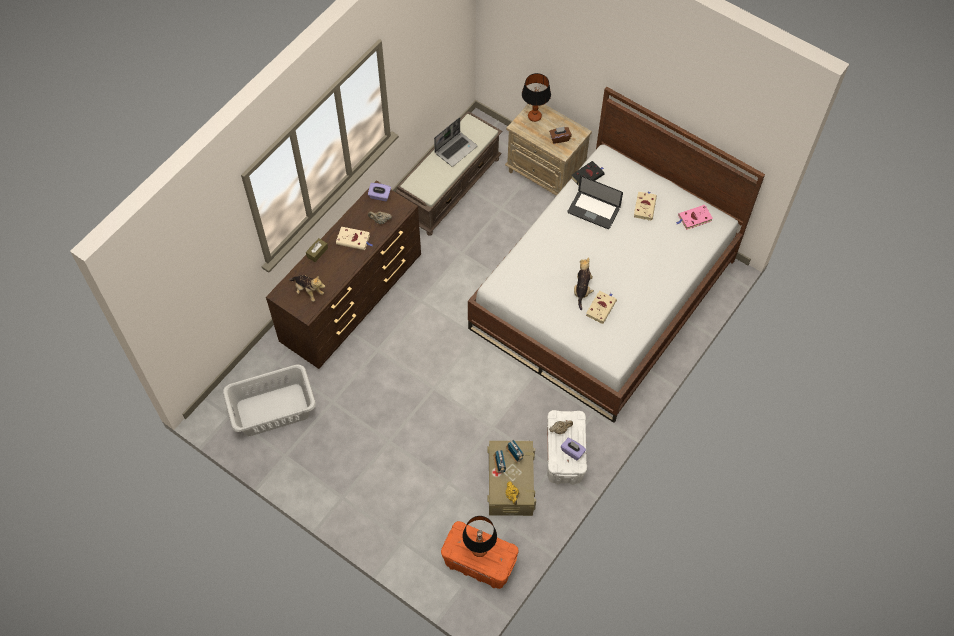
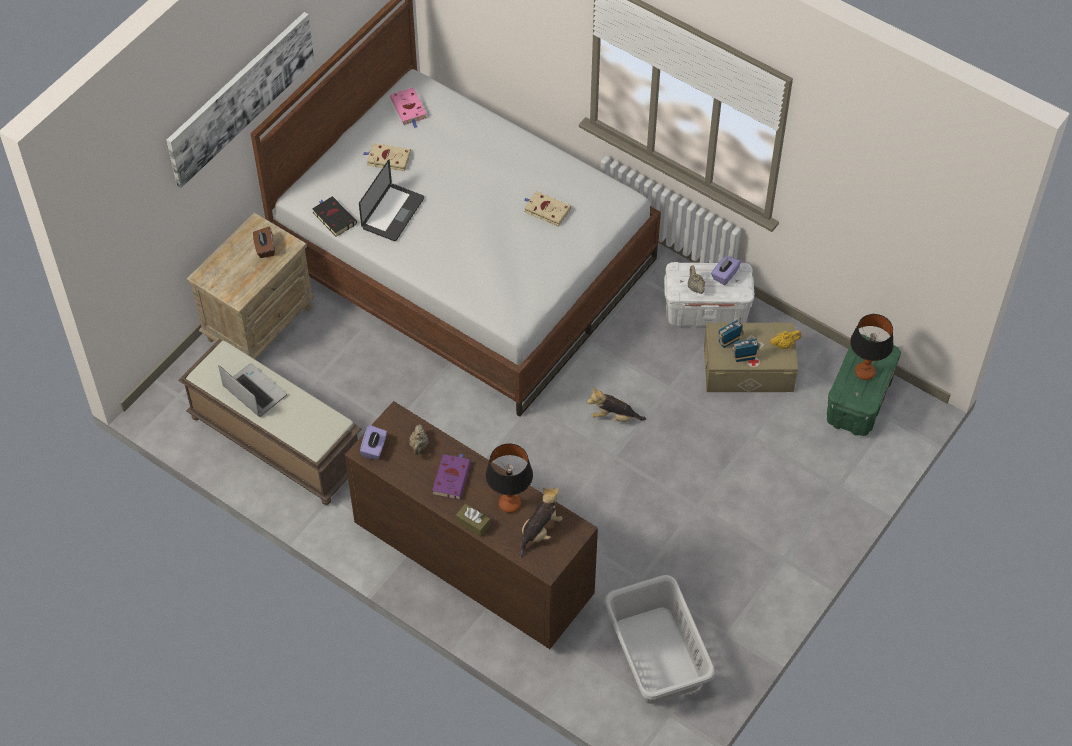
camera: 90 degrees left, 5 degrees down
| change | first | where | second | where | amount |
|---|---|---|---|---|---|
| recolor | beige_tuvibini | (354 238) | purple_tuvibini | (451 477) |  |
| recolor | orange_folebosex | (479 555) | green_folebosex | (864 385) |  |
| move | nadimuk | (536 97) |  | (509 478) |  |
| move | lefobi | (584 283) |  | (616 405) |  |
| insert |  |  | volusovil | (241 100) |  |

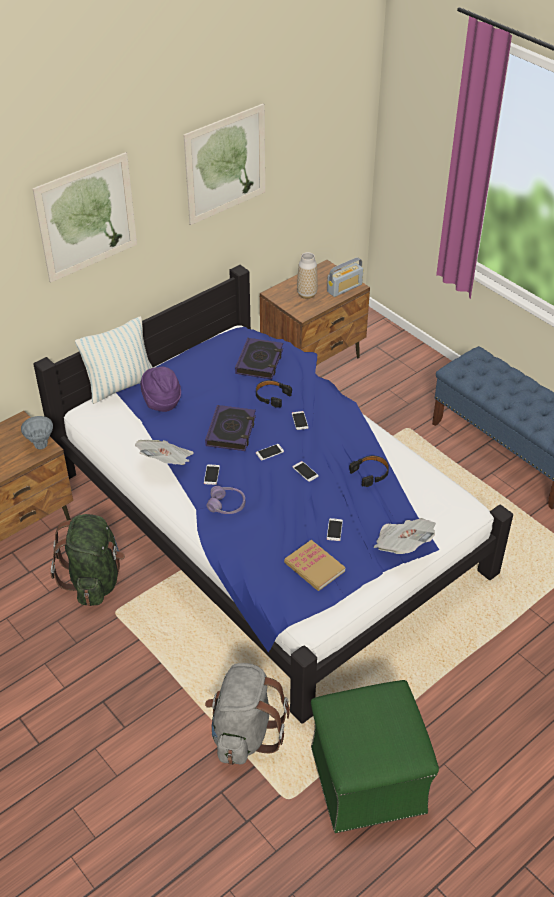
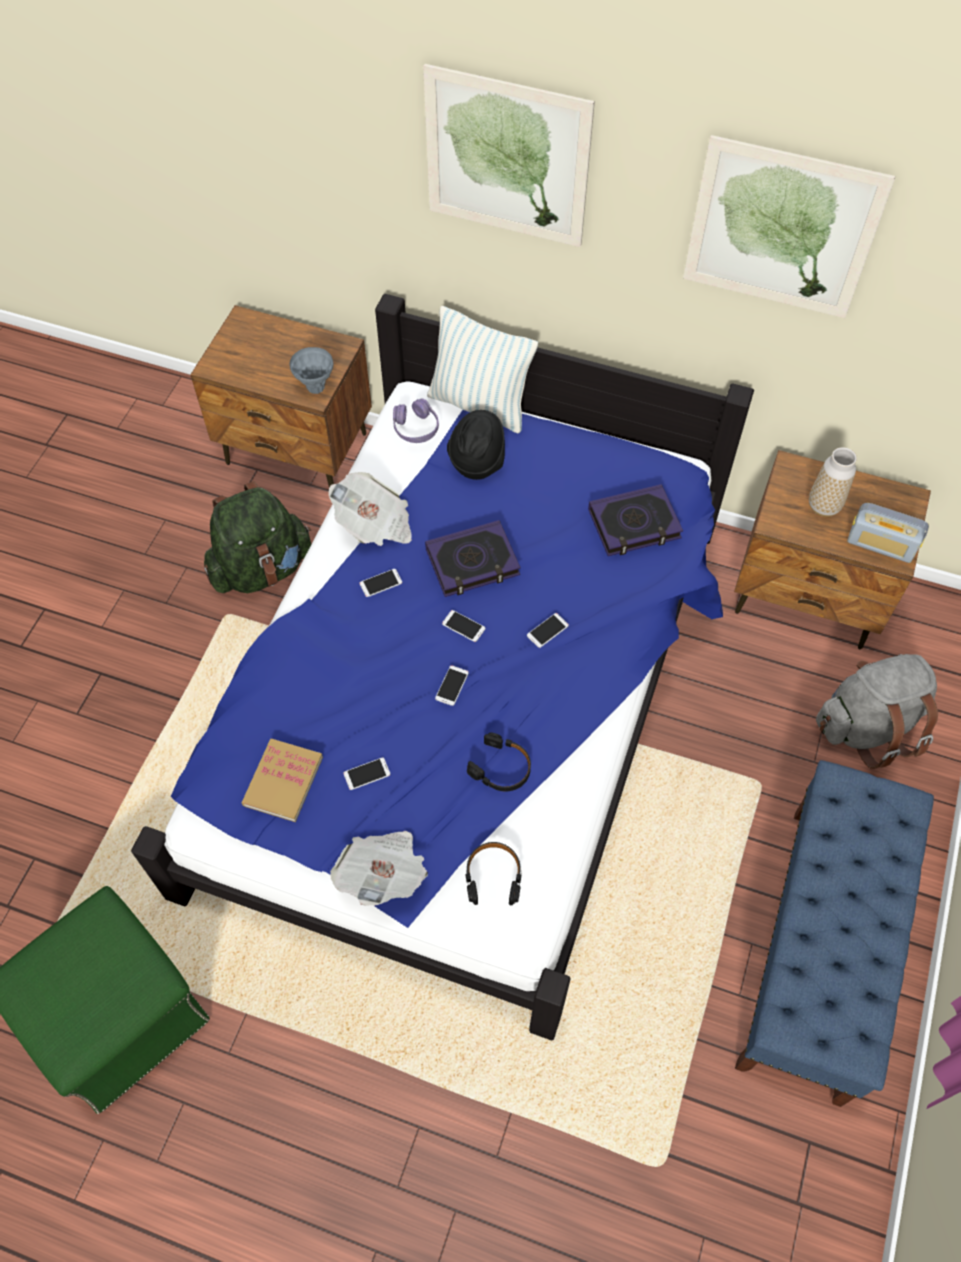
camera: 60 degrees right, 15 degrees up
| change | first | where | second | where | amount |
|---|---|---|---|---|---|
| recolor | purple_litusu | (160 389) | black_litusu | (476 445) |  |
| move | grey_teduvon | (247 714) |  | (877 711) |  |
| move | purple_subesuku | (226 500) |  | (416 420) |  |
| move | black_subesuku | (274 394) |  | (494 873) |  |

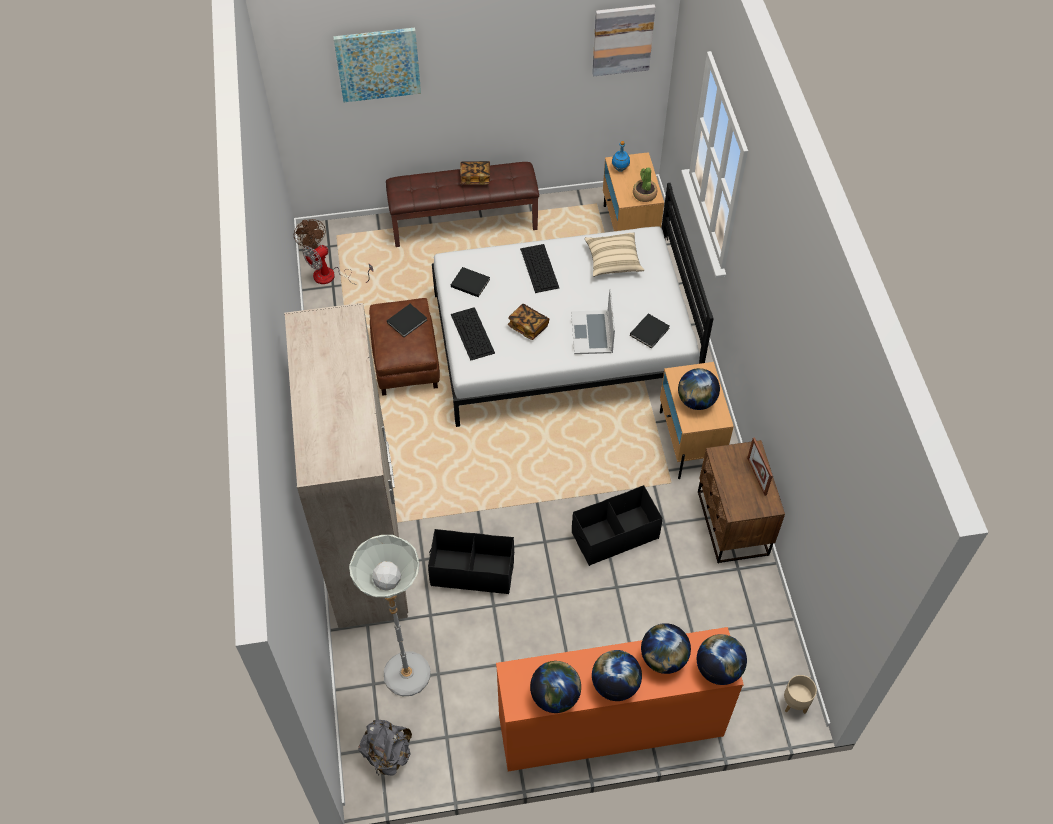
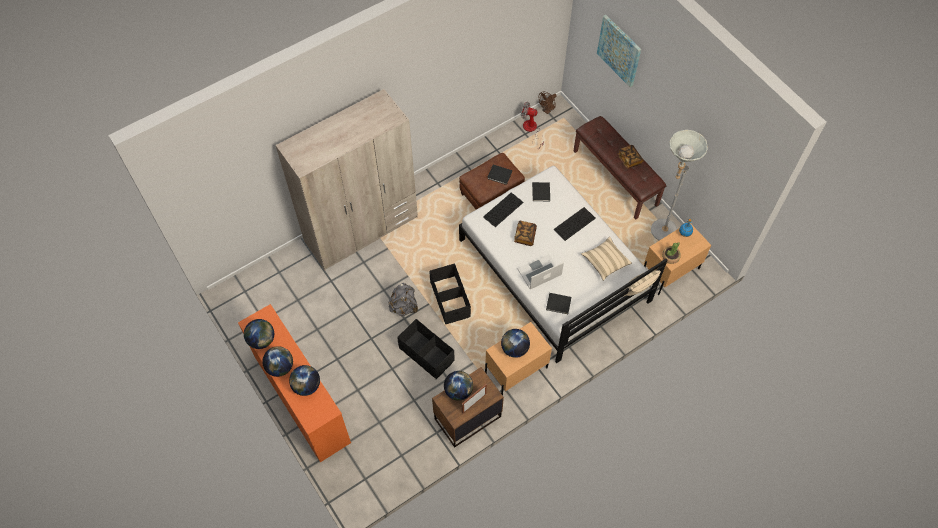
camera: 65 degrees right, 5 degrees up
| change | first | where | second | where | amount |
|---|---|---|---|---|---|
| move | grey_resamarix | (389 615) |  | (679 185) |  |
| move | grey_teduvon | (385 748) |  | (403 299) |  |
| move | black_folebosex | (471 562) |  | (450 293) |  |
| delete | volusovil | (624 40) |  |  |  |
| move | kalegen | (722 659) |  | (458 386) |  |
| delete | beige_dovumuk | (800 694) |  |  |  |
| insert |  |  | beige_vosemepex | (640 283) |  |

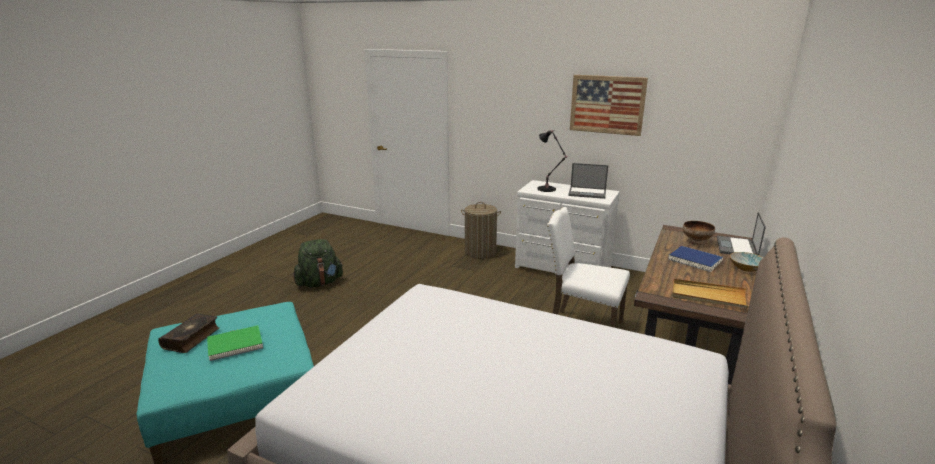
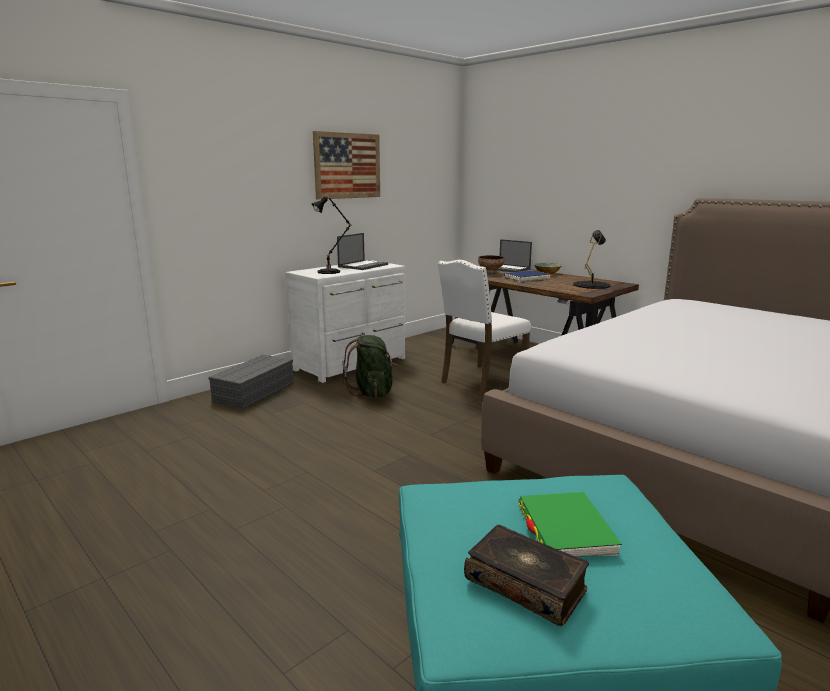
camera: 70 degrees left, 5 degrees down
| change | first | where | second | where | amount |
|---|---|---|---|---|---|
| move | green_teduvon | (318 263) |  | (370 366) |  |
| replace | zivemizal | (481 230) | grey_folebosex | (251 382) |  |
| replace | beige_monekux | (710 293) | black_nadimuk | (591 259) |  |

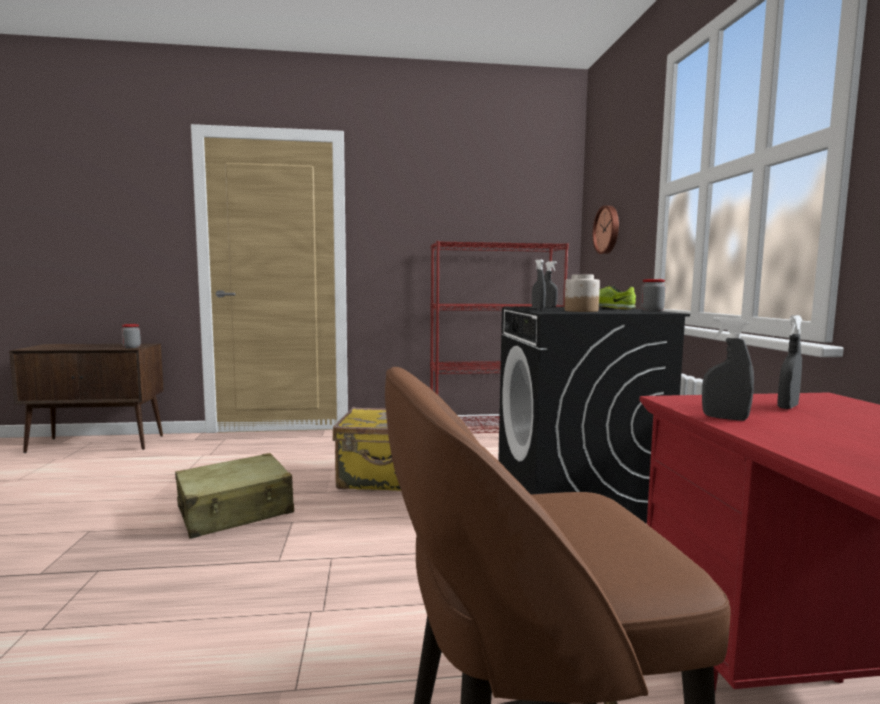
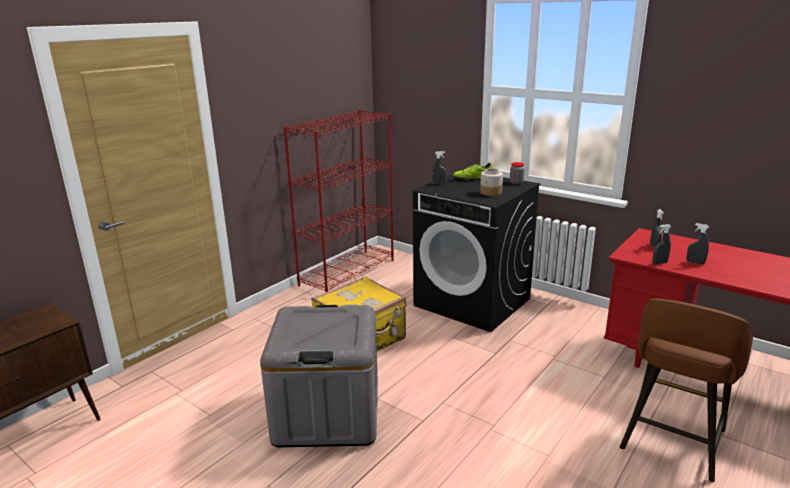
camera: 45 degrees left, 15 degrees up
| change | first | where | second | where | amount |
|---|---|---|---|---|---|
| delete | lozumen | (131 336) |  |  |  |
| replace | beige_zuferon | (234 496) | grey_folebosex | (319 376) |  |
| move | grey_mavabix | (539 284) |  | (698 244) |  |
| delete | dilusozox | (606 229) |  |  |  |

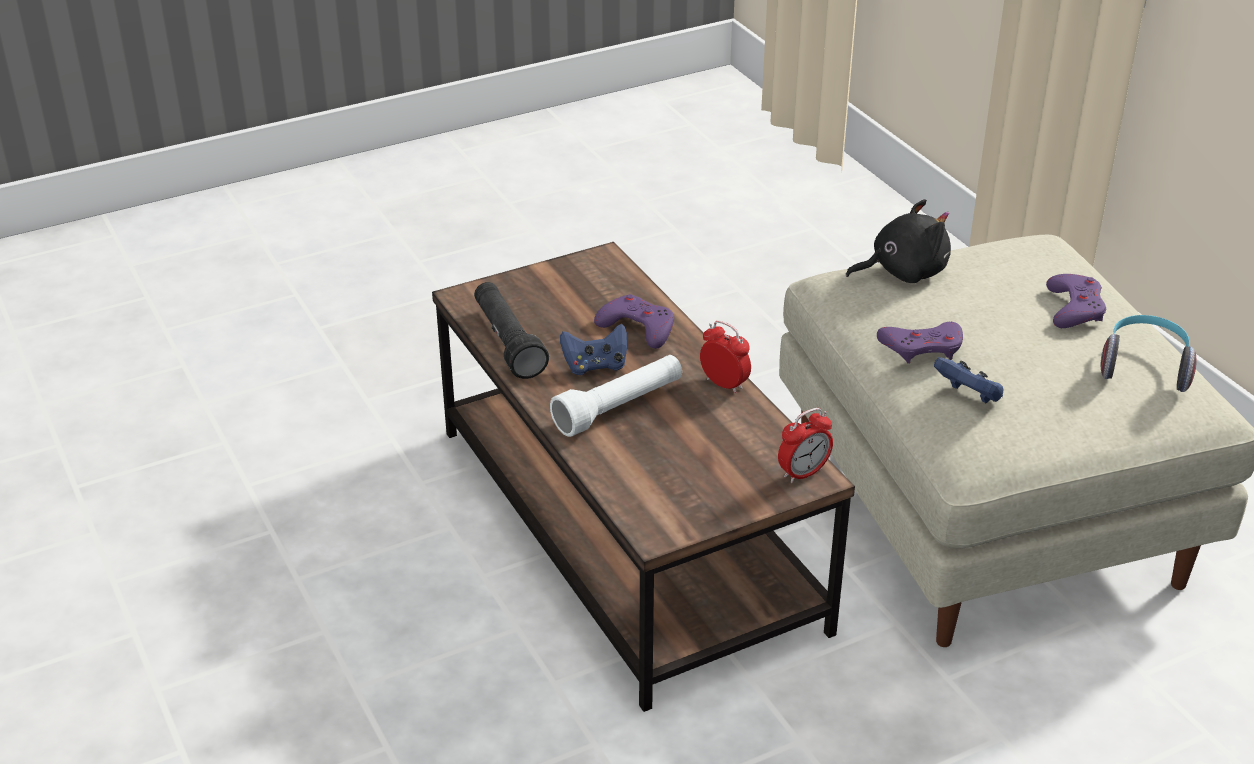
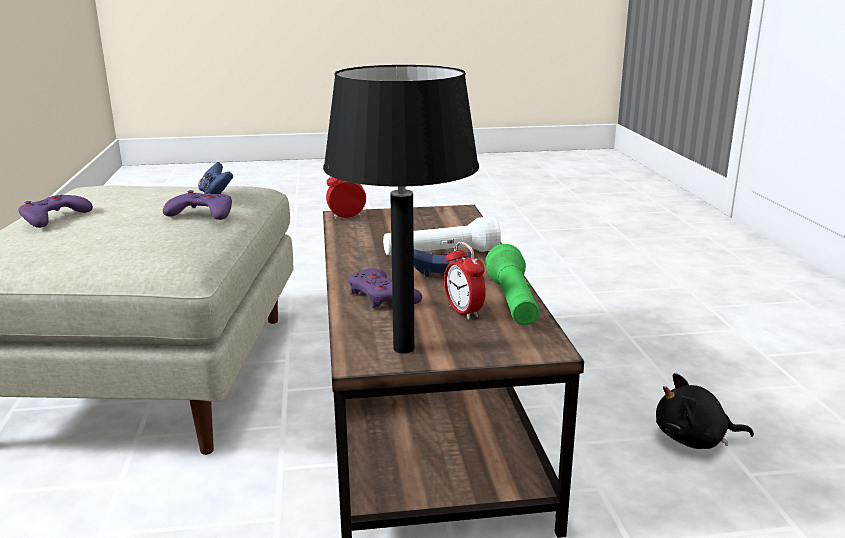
camera: 160 degrees left, 15 degrees down
| change | first | where | second | where | amount |
|---|---|---|---|---|---|
| recolor | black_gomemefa | (511 330) | green_gomemefa | (512 284) |  |
| move | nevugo | (725 357) |  | (465 281) |  |
| move | black_lefobi | (898 241) |  | (705 411) |  |
| delete | subesuku | (1149 353) |  |  |  |
| insert |  |  | black_nadimuk | (401 209) |  |

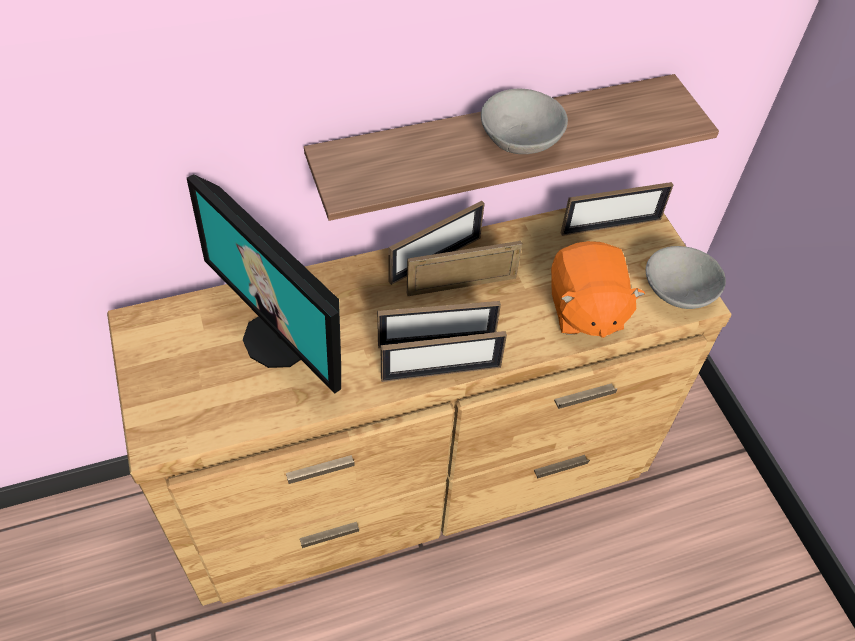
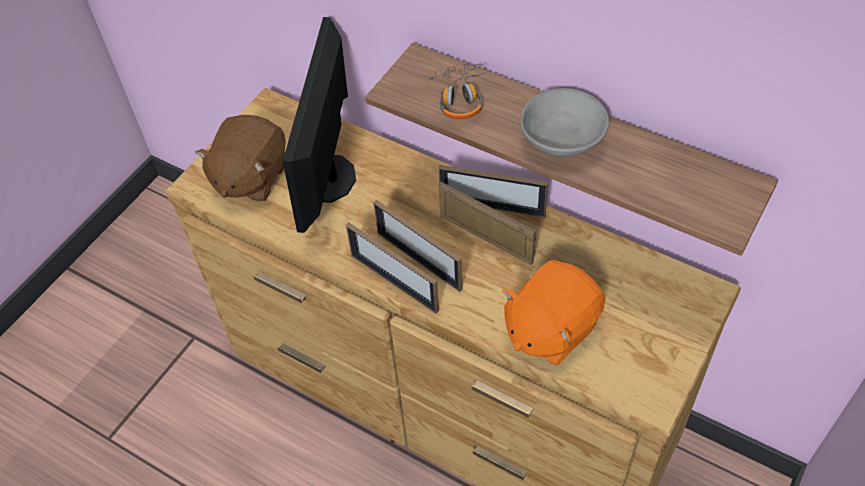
camera: 55 degrees right, 0 degrees up
| change | first | where | second | where | amount |
|---|---|---|---|---|---|
| delete | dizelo | (617 209) |  |  |  |
| delete | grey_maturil | (686 277) |  |  |  |
| insert |  |  | brown_lefobi | (240 158) |  |
| insert |  |  | subesuku | (457 91) |  |

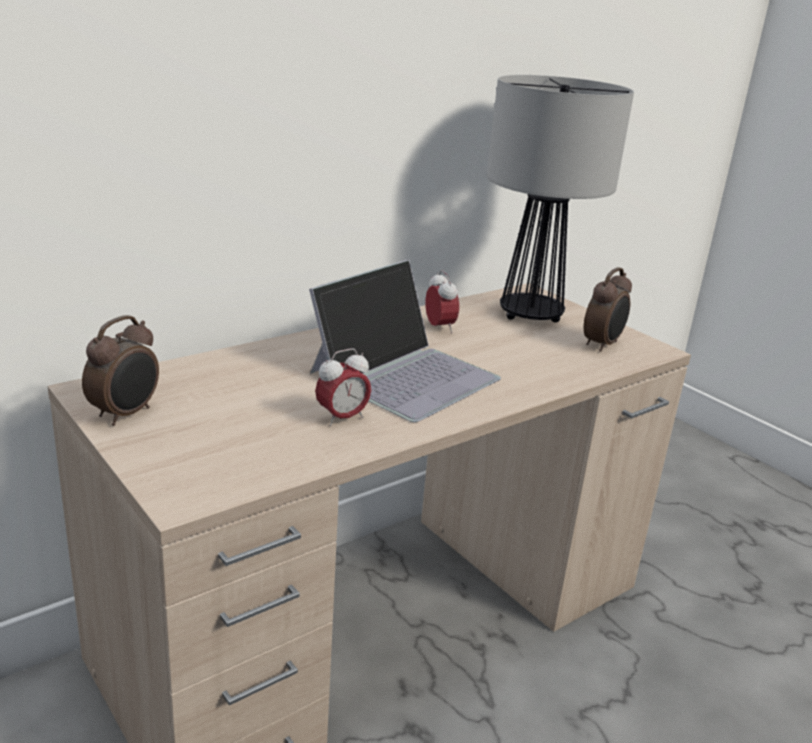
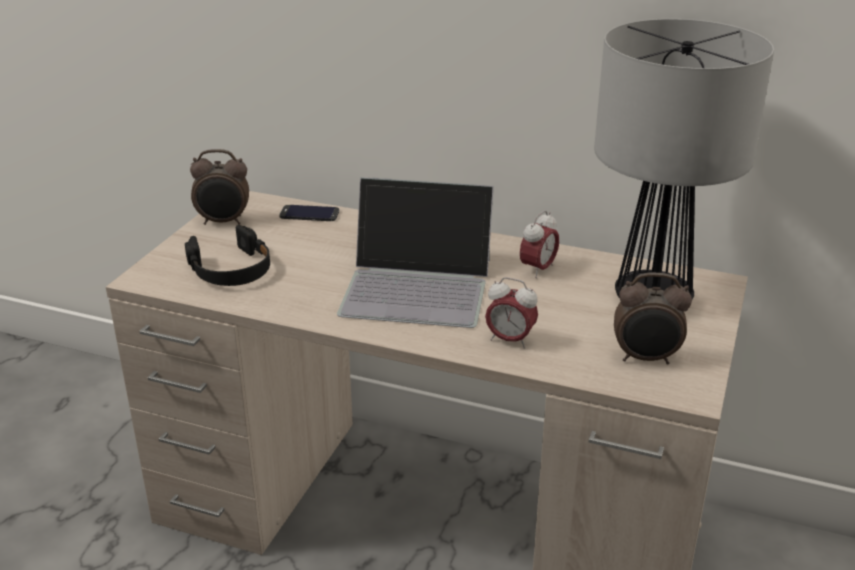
camera: 60 degrees right, 5 degrees up
| change | first | where | second | where | amount |
|---|---|---|---|---|---|
| move | nevugo | (343 387) |  | (511 313) |  |
| insert |  |  | black_subesuku | (227 255) |  |
| insert |  |  | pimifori | (309 213) |  |

